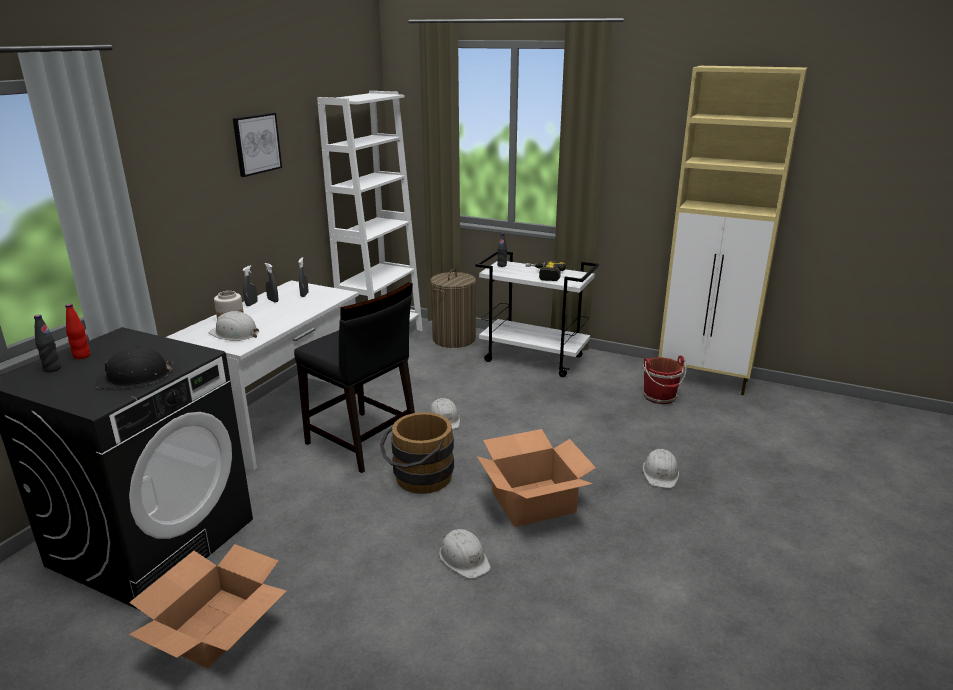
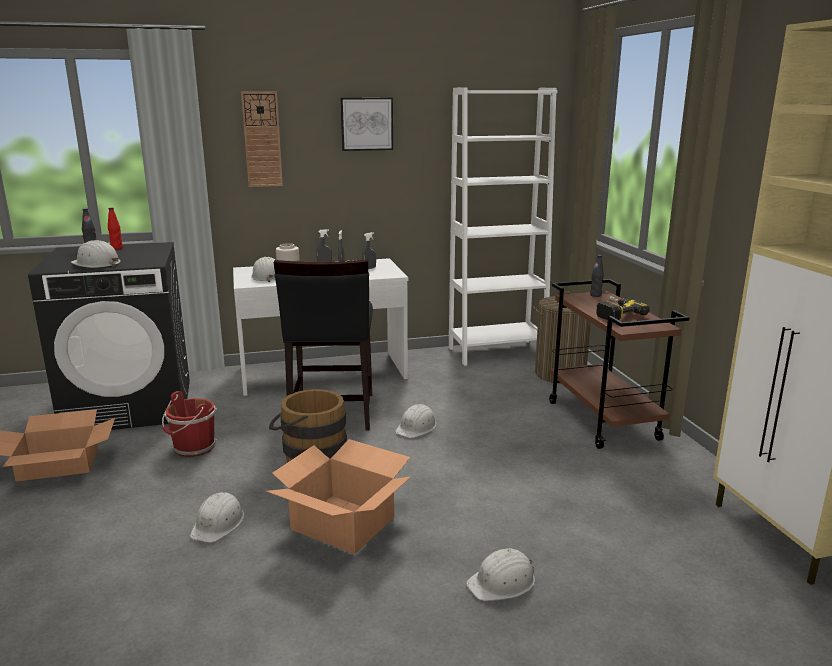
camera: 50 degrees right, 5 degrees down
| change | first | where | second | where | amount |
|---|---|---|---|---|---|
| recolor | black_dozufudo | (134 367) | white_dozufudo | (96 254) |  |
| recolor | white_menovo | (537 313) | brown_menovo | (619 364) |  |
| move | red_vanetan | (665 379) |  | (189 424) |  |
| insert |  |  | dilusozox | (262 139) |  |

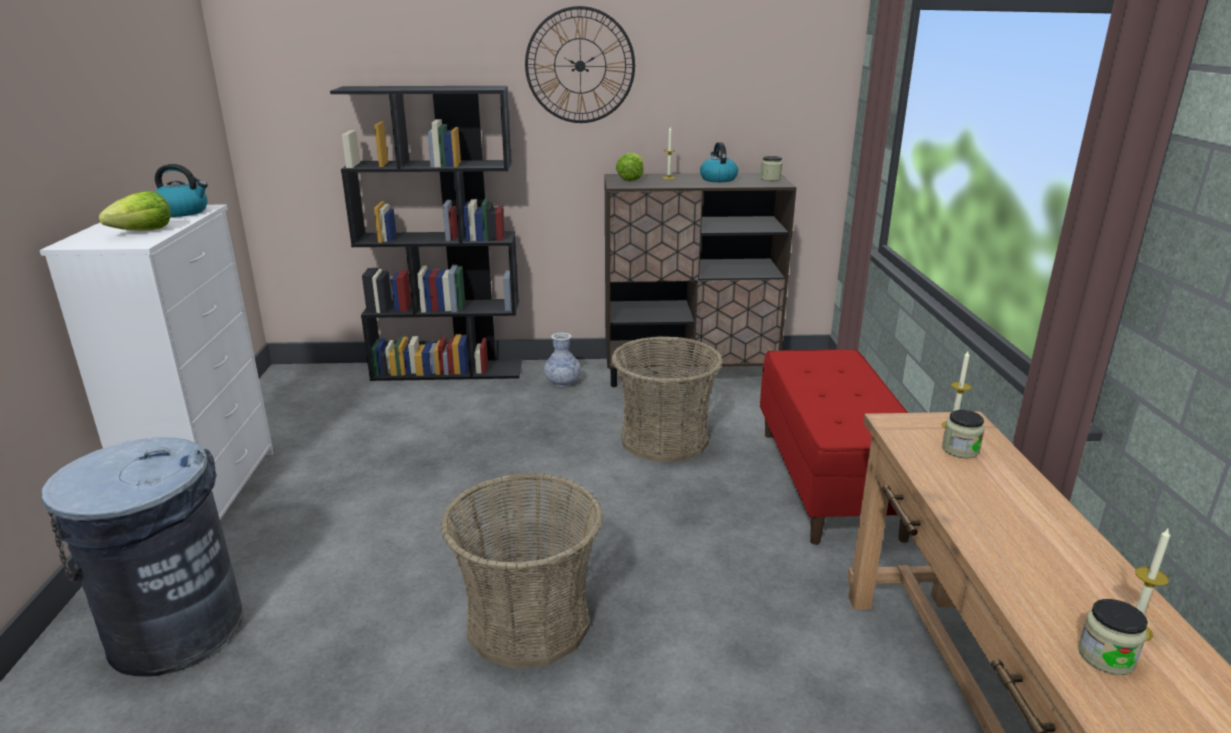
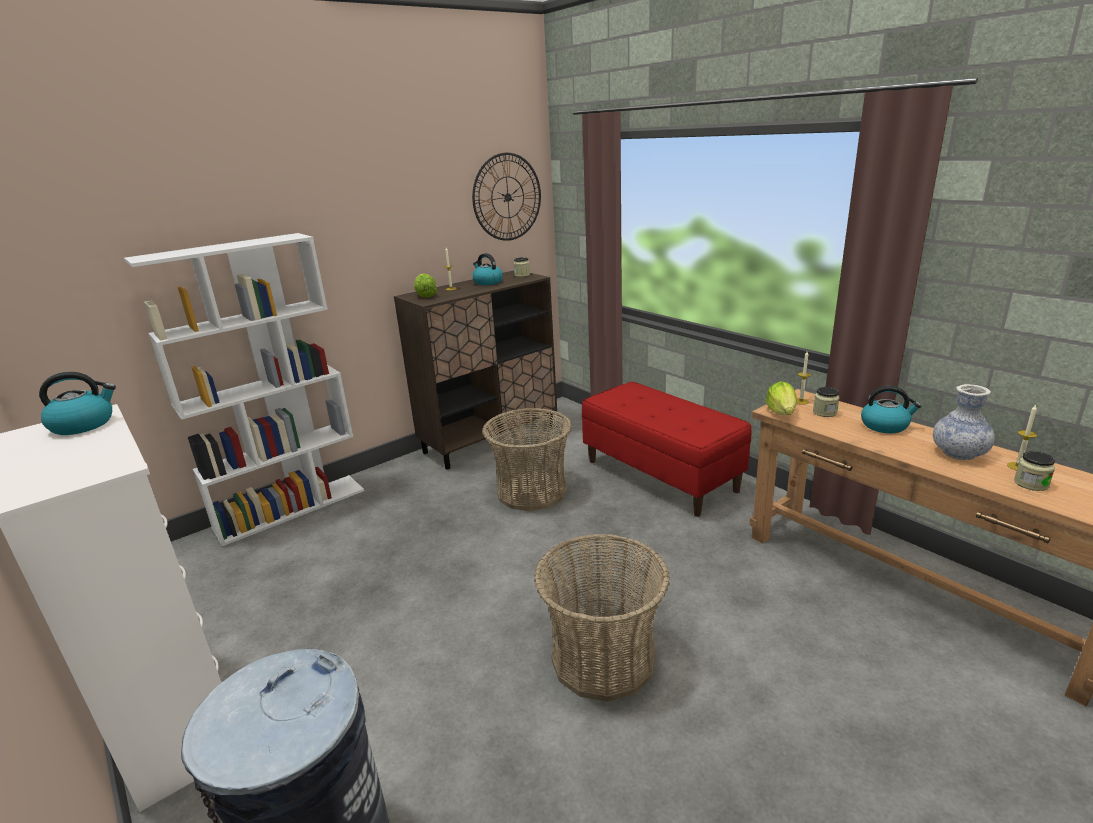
camera: 35 degrees left, 0 degrees up
| change | first | where | second | where | amount |
|---|---|---|---|---|---|
| move | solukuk | (135 211) |  | (781 398) |  |
| recolor | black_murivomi | (426 233) | white_murivomi | (244 389) |  |
| move | dilusozox | (580 64) |  | (506 197) |  |
| move | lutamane | (562 360) |  | (964 422) |  |
| insert |  |  | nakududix | (891 409) |  |

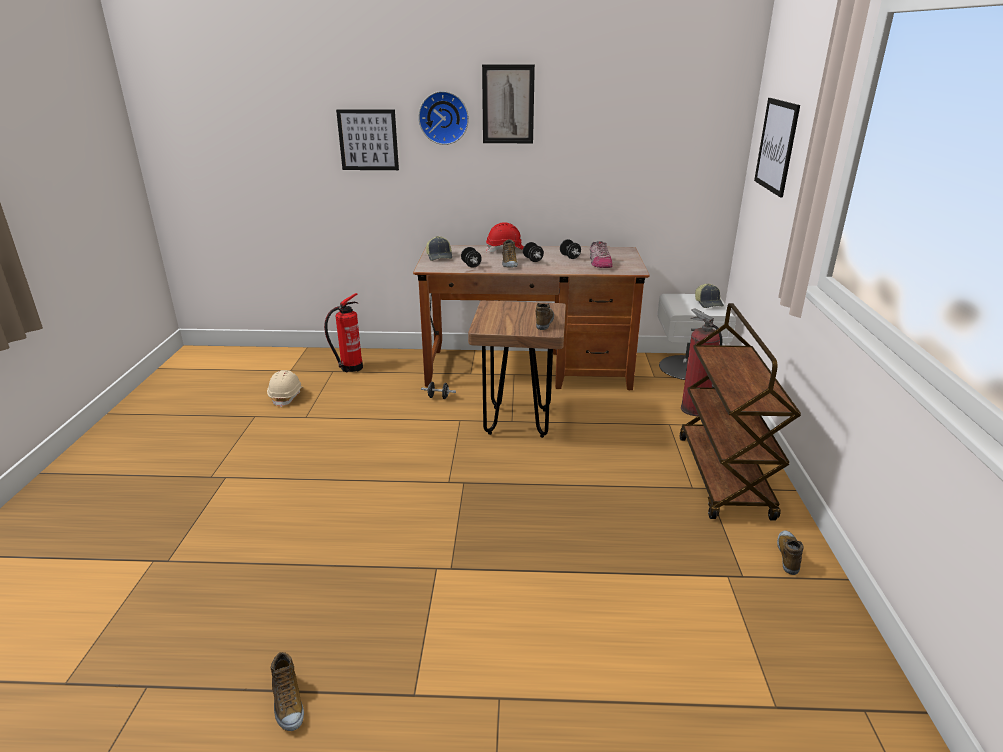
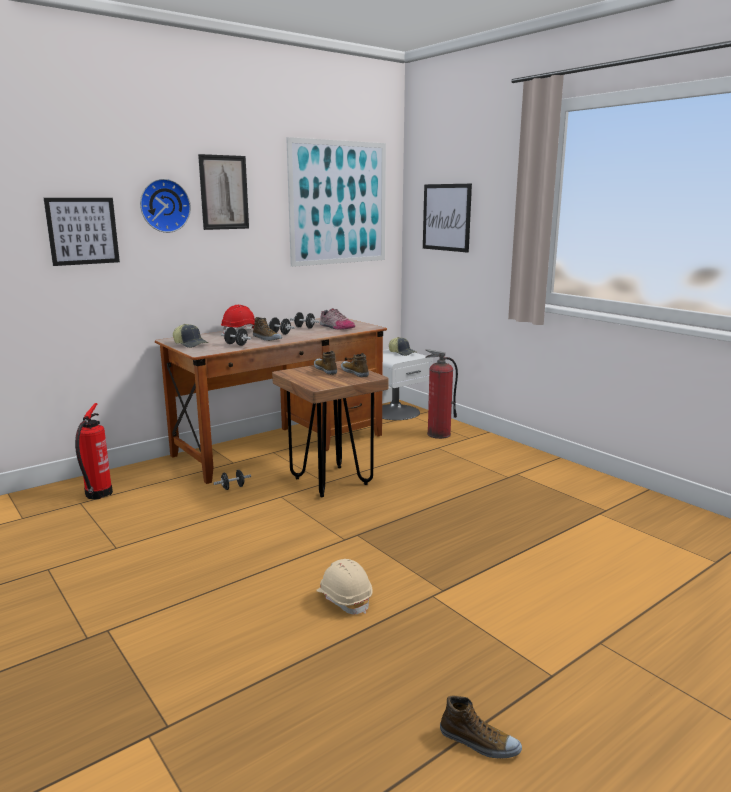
camera: 40 degrees left, 10 degrees down
| change | first | where | second | where | amount |
|---|---|---|---|---|---|
| move | beige_dozufudo | (284 388) |  | (344 586) |  |
| delete | brown_menovo | (740 412) |  |  |  |
| move | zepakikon | (790 553) |  | (325 363) |  |
| insert |  |  | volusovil | (336 202) |  |

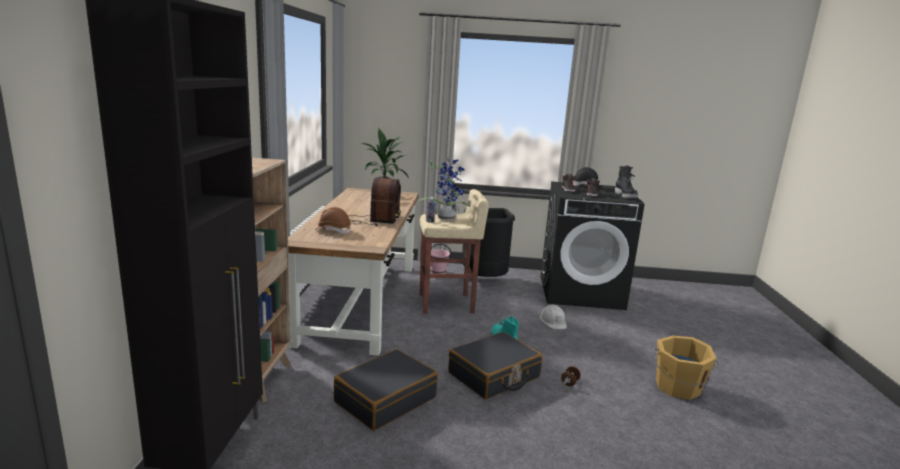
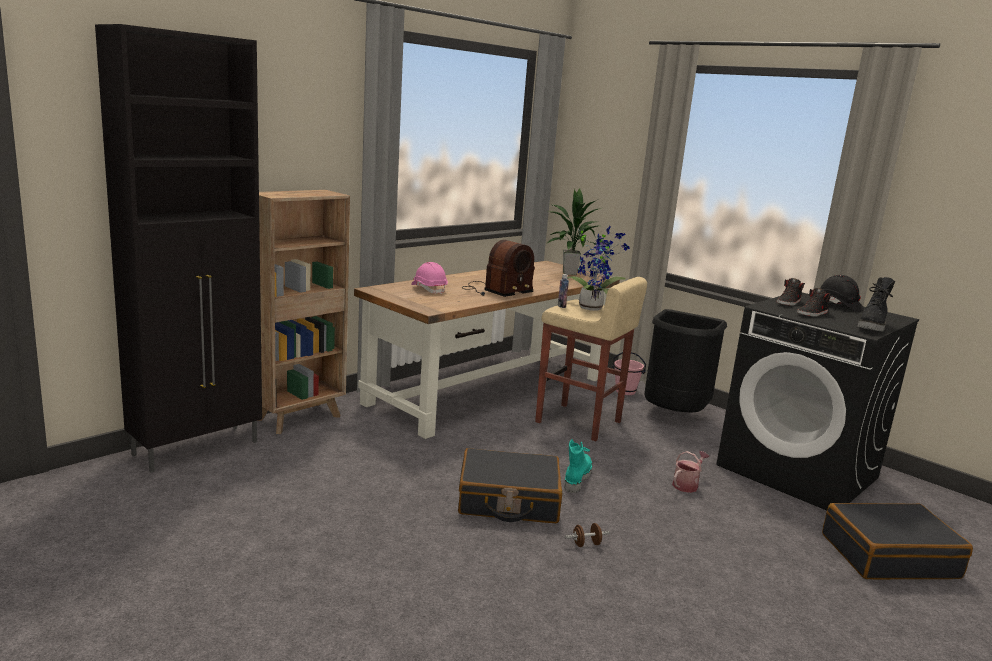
camera: 40 degrees right, 0 degrees up
| change | first | where | second | where | amount |
|---|---|---|---|---|---|
| recolor | brown_dozufudo | (333 220) | pink_dozufudo | (429 278) |  |
| move | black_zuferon | (386 390) |  | (897 541) |  |
| replace | white_dozufudo | (553 317) | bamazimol | (690 472) |  |
| delete | orange_vanetan | (685 368) |  |  |  |

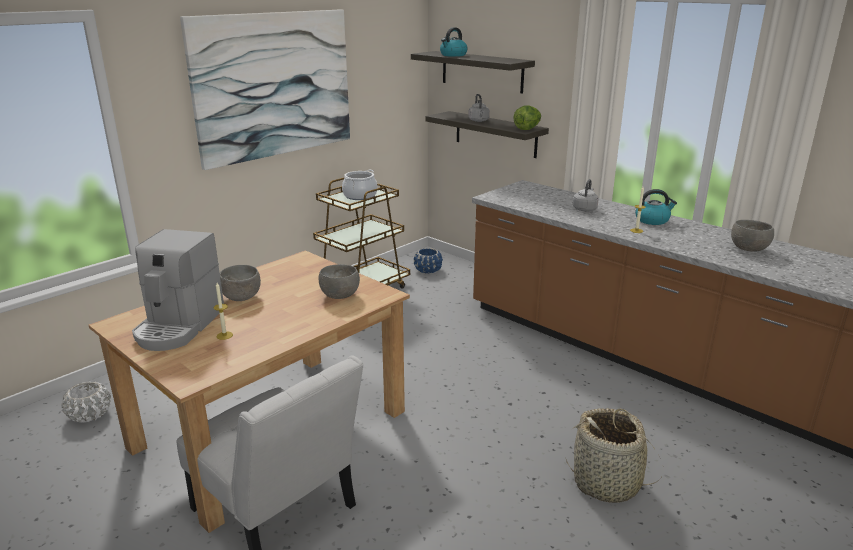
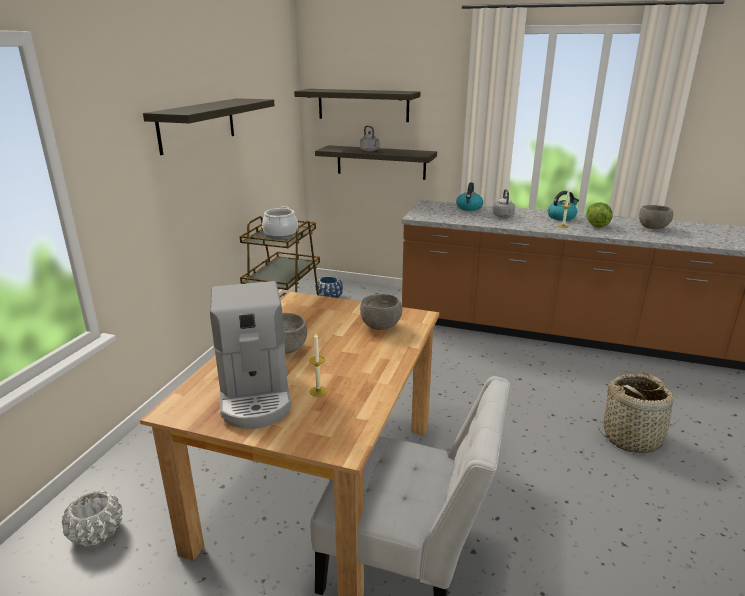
camera: 25 degrees left, 0 degrees up
| change | first | where | second | where | amount |
|---|---|---|---|---|---|
| replace | volusovil | (265 90) | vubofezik | (209 126) |  |
| move | nakududix | (454 42) |  | (469 196) |  |
| move | solukuk | (527 117) |  | (600 215) |  |

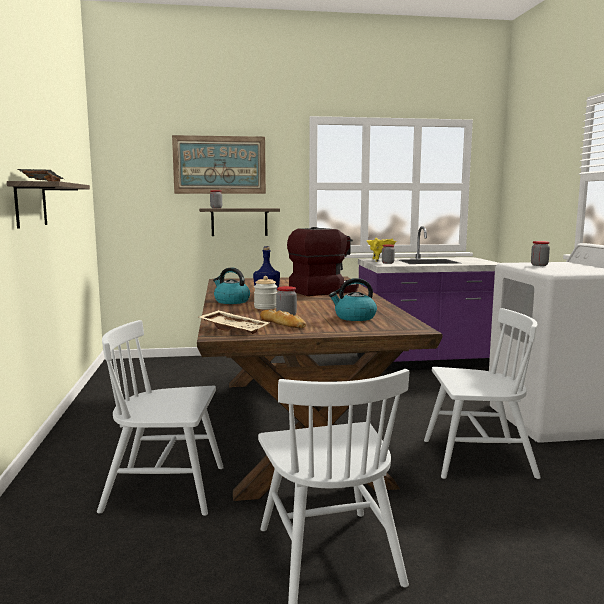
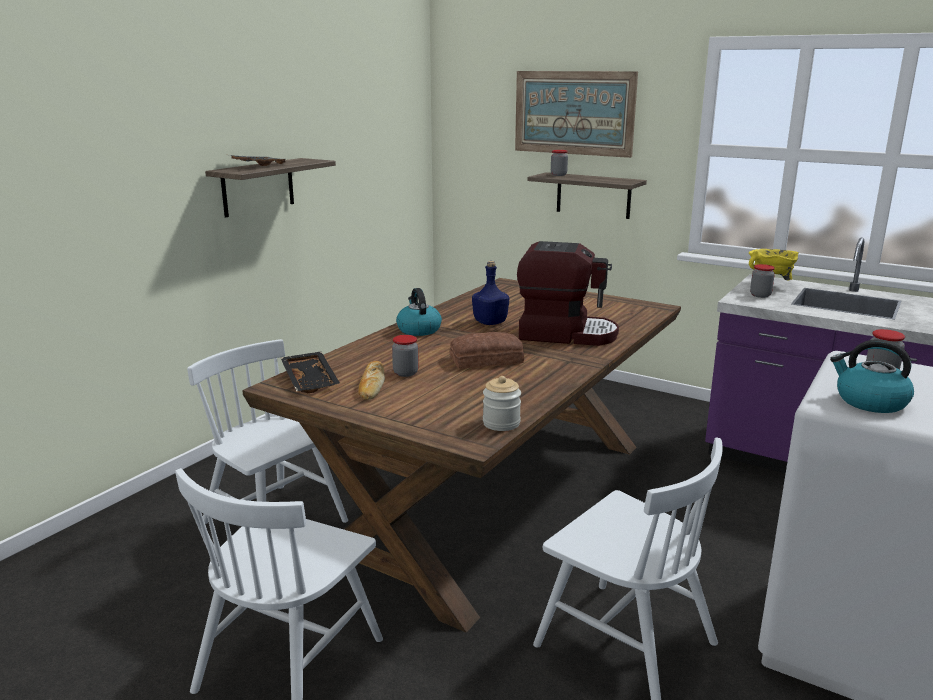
camera: 40 degrees right, 10 degrees up
| change | first | where | second | where | amount |
|---|---|---|---|---|---|
| recolor | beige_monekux | (234 322) | black_monekux | (310 372) |  |
| move | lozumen | (265 292) |  | (502 403) |  |
| move | nakududix | (353 299) |  | (872 376) |  |
| insert |  |  | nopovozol | (486 350) |  |

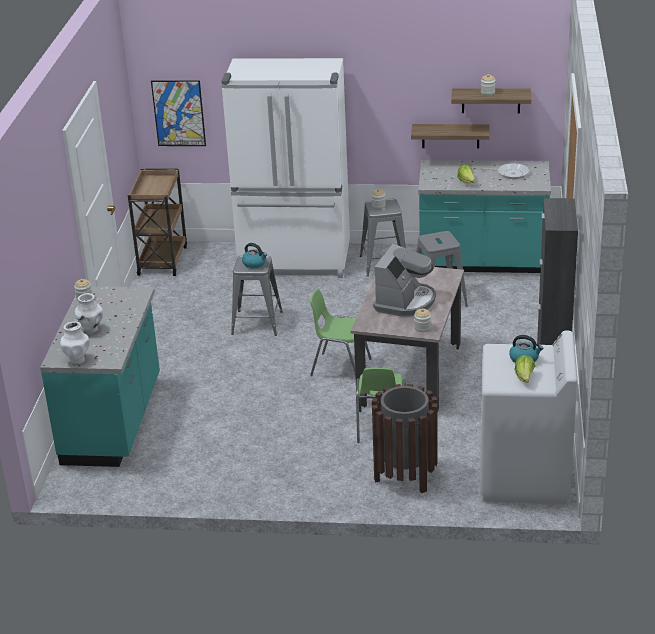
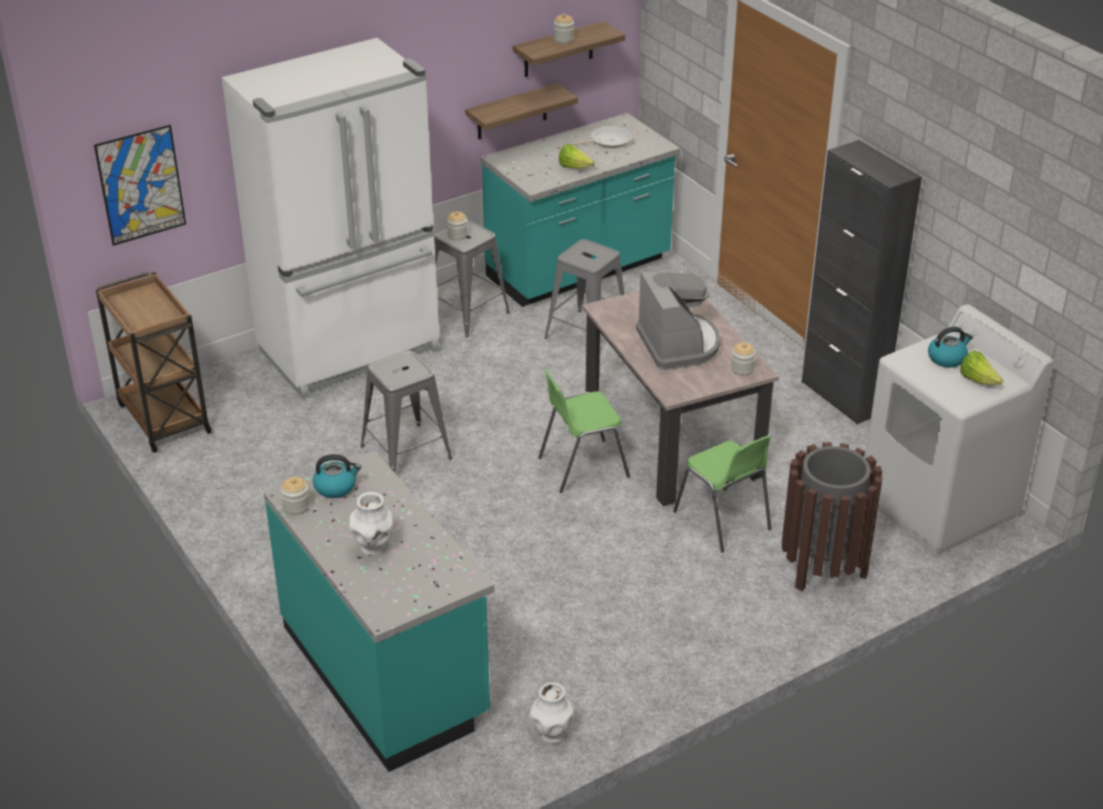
camera: 40 degrees left, 5 degrees up
| change | first | where | second | where | amount |
|---|---|---|---|---|---|
| move | white_lutamane | (75 343) |  | (552 713) |  |
| move | nakududix | (254 256) |  | (337 476) |  |

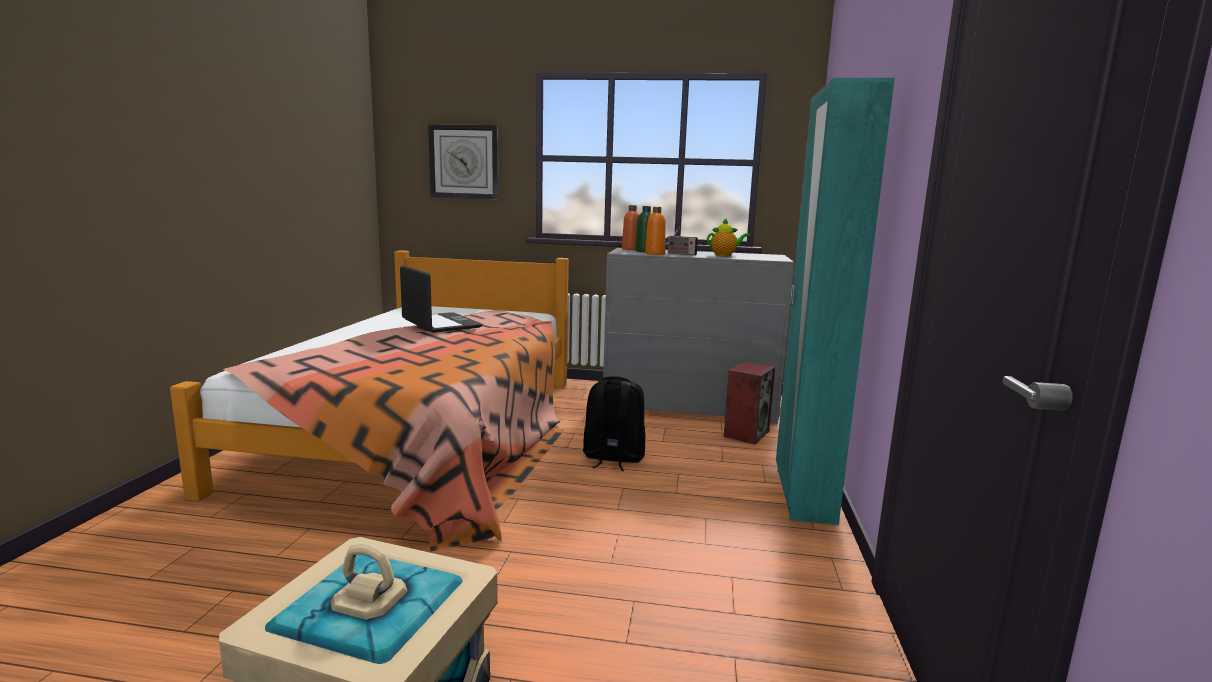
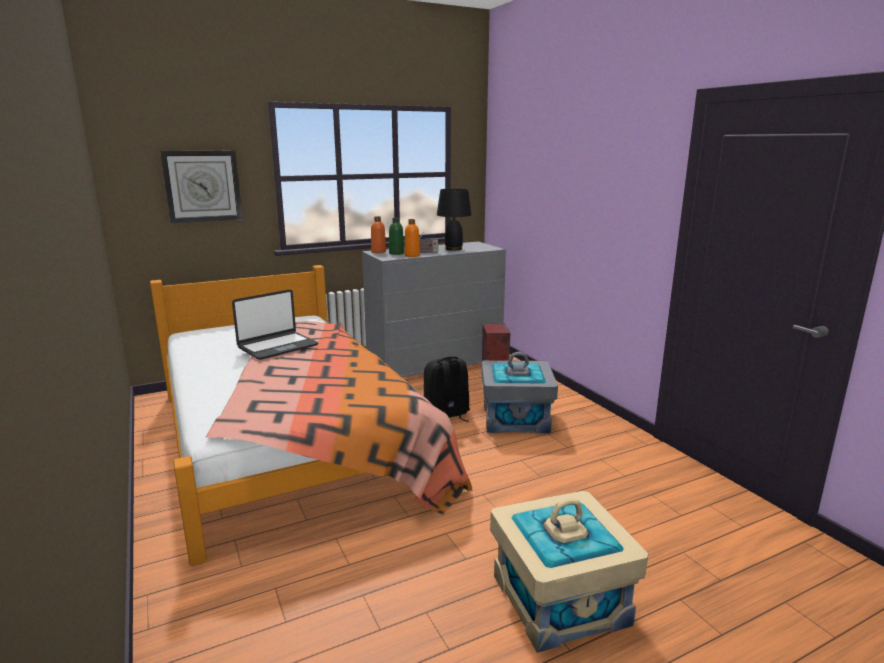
camera: 35 degrees left, 5 degrees up
| change | first | where | second | where | amount |
|---|---|---|---|---|---|
| rotate | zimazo | (441 299) |  | (275 324) | 120 degrees clockwise |
| replace | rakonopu | (728 237) | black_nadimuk | (454 220) |  |
| delete | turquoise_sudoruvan | (835 301) |  |  |  |
| insert |  |  | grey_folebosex | (519 392) |  |

